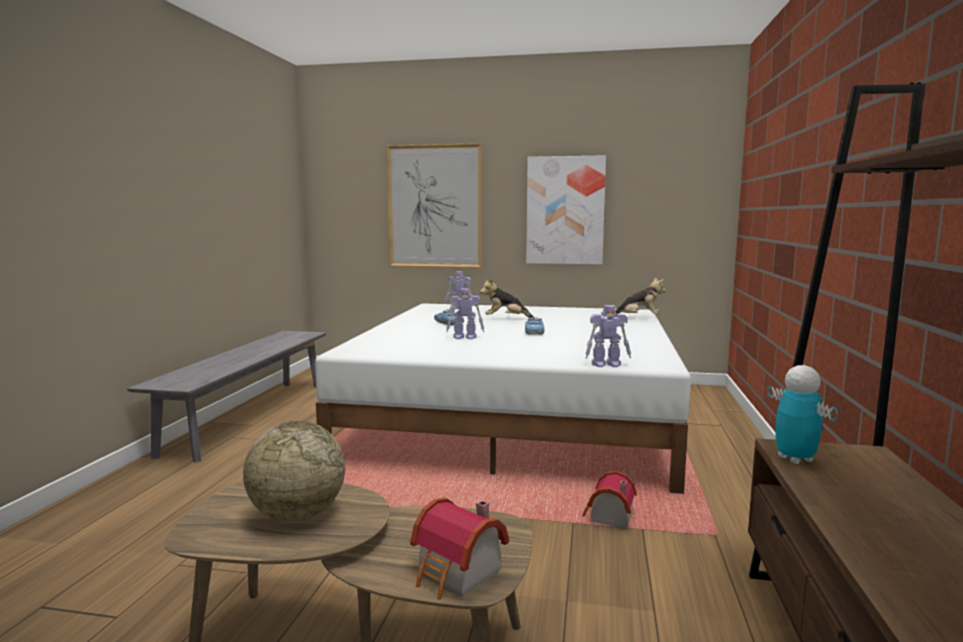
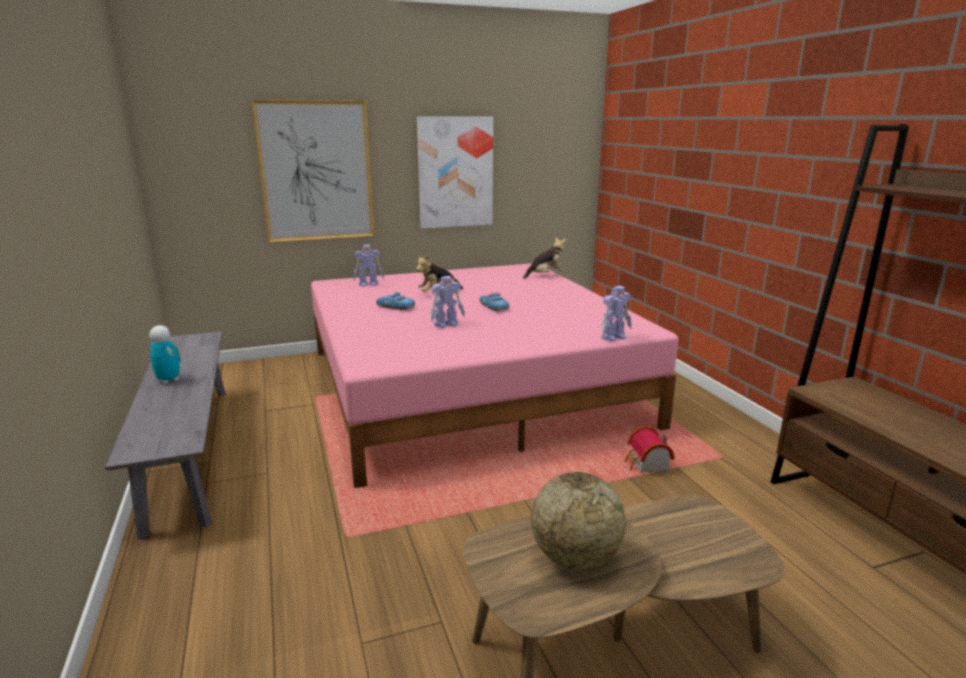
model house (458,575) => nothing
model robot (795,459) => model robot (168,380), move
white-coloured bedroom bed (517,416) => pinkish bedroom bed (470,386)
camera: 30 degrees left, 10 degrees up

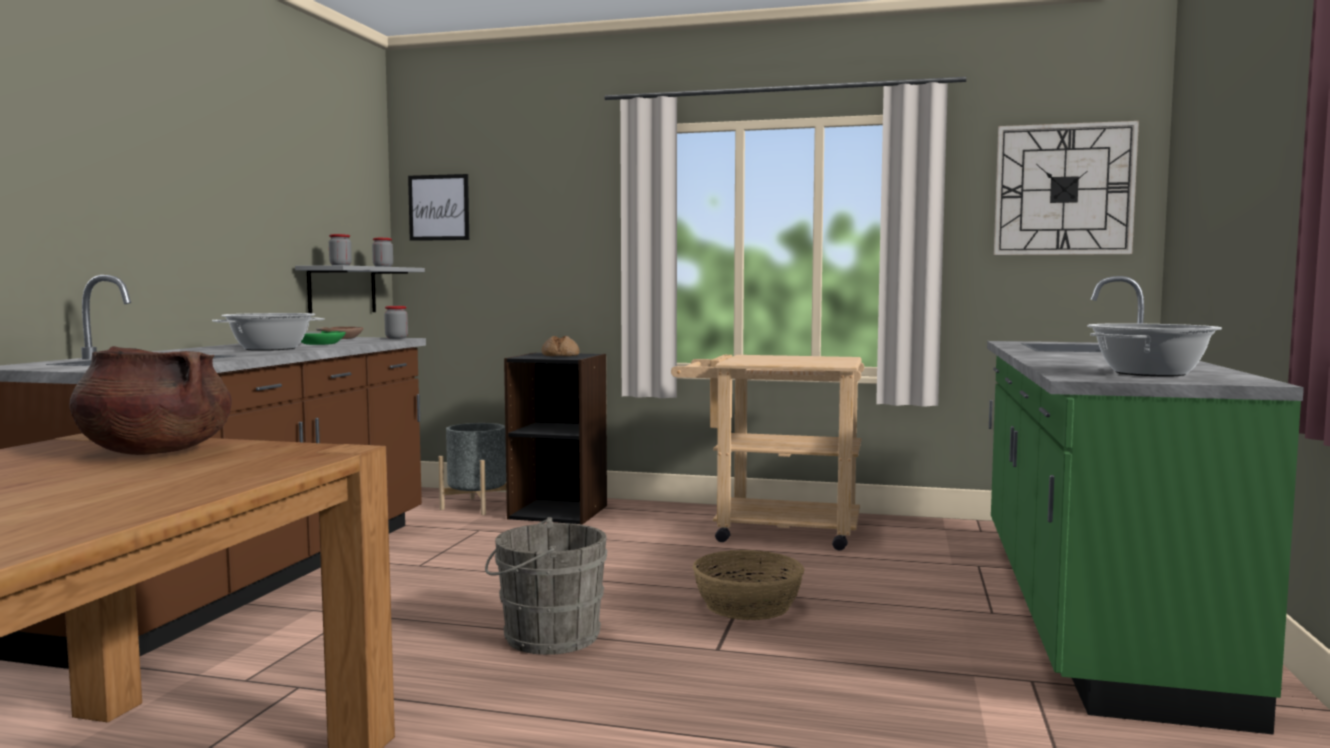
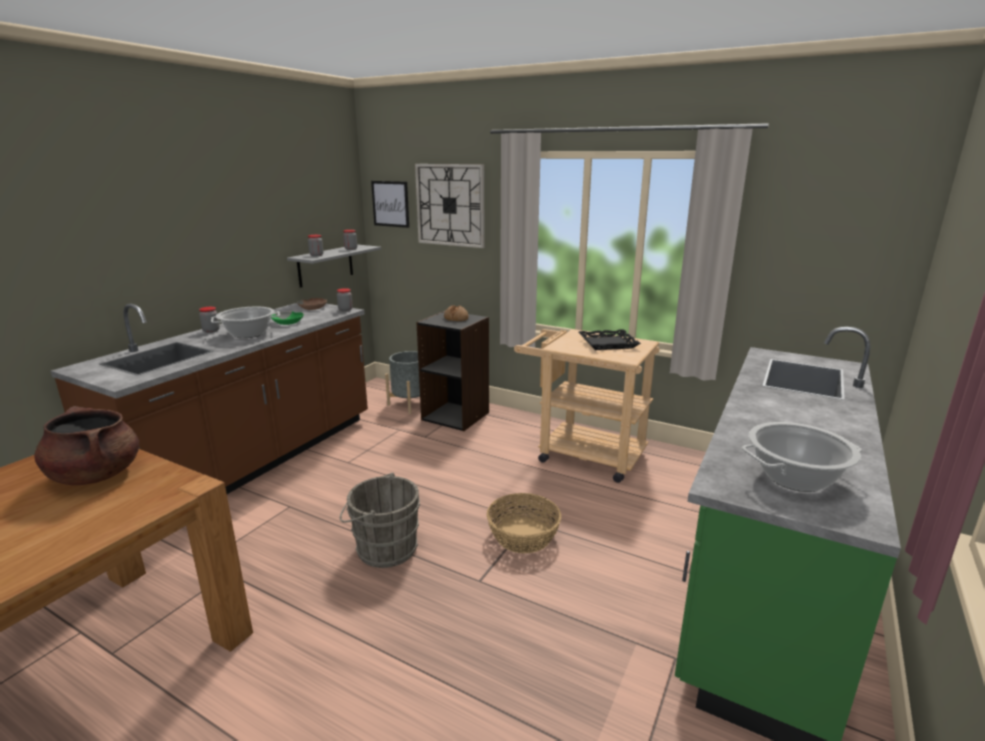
nothing => preserve jar (211,331)
nothing => black serving tray (608,343)
hanging clock (1063,190) => hanging clock (450,205), move
camera: 15 degrees right, 15 degrees up

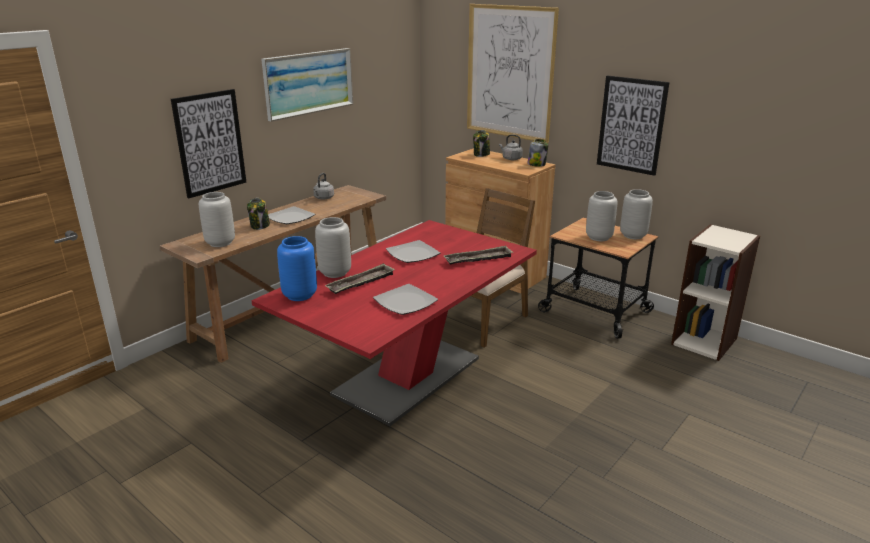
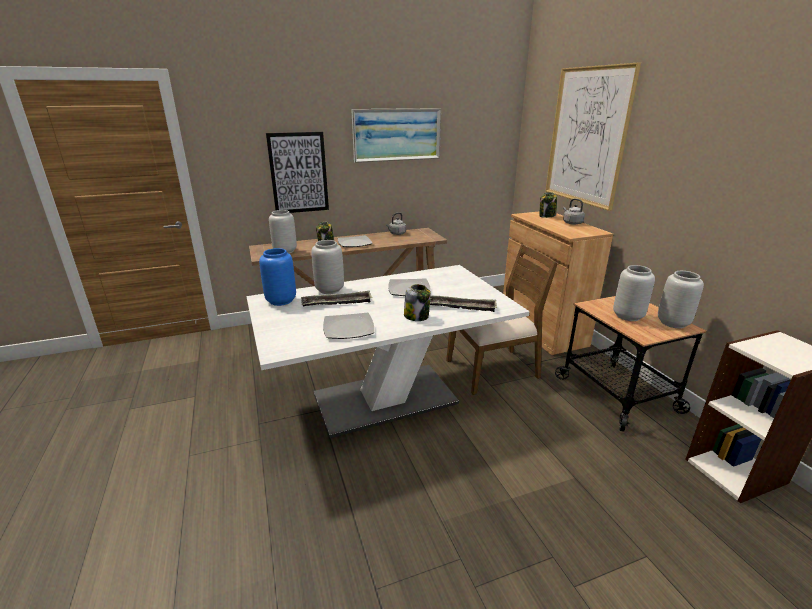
wall picture (631,125) => nothing
preserve jar (536,164) => preserve jar (417,316), move
red-coloured dining table (407,376) => white-coloured dining table (385,398)
camera: 30 degrees right, 0 degrees up

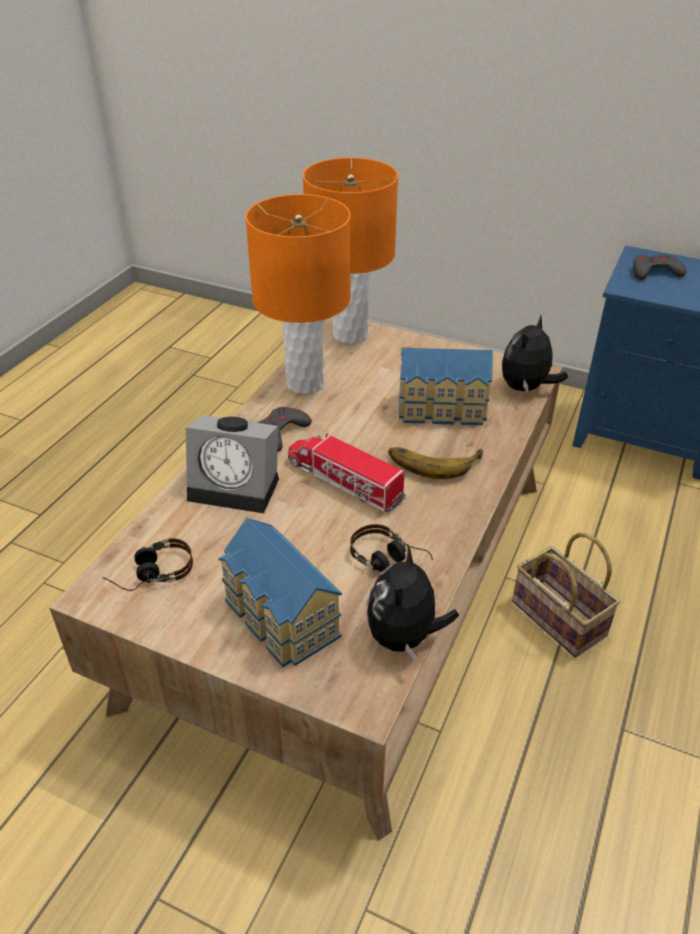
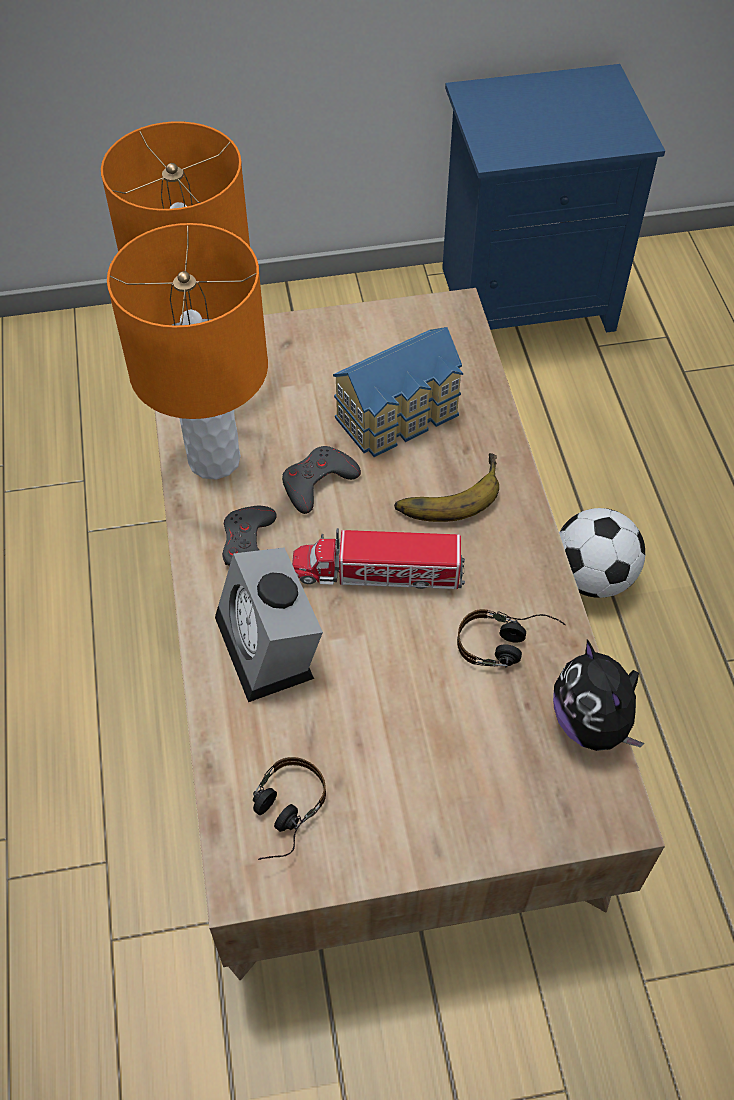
model house (279,618) => nothing
cuddly toy (526,388) => nothing
greyish game controller (655,272) => greyish game controller (317,482), move
basket (555,617) => football (592,577)
alarm clock (238,487) => alarm clock (271,648), 90 degrees clockwise
camera: 35 degrees left, 15 degrees up

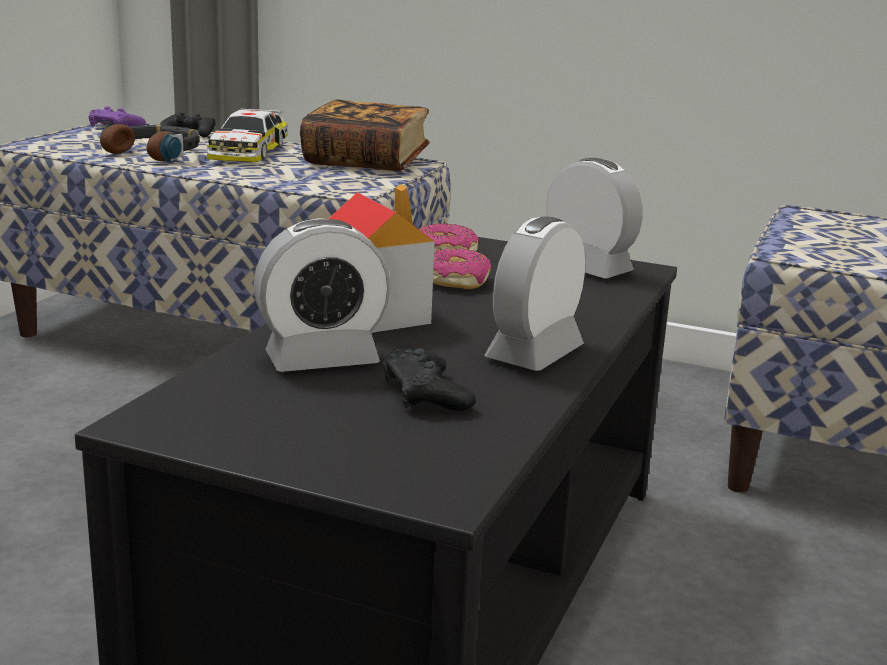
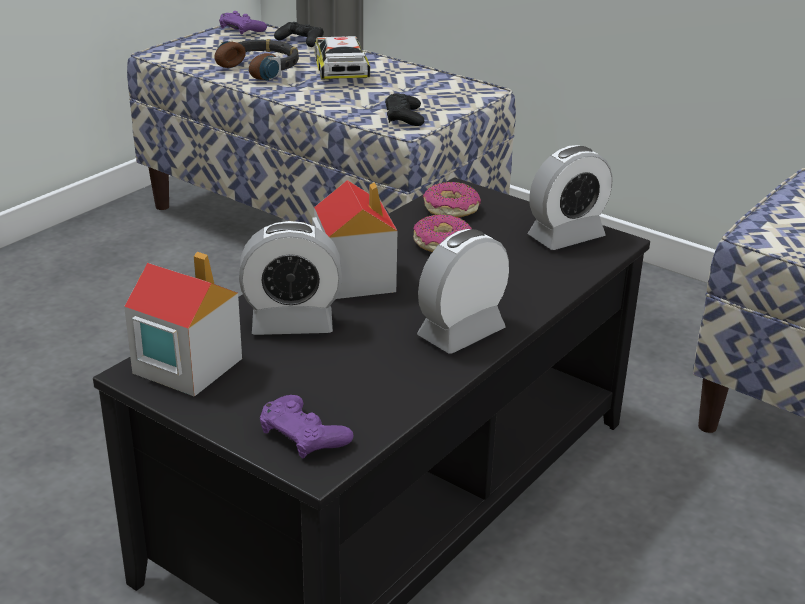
volume (366,162) => nothing
nothing => model house (186,365)
nothing => purple-coloured game controller (303,435)
black game controller (425,394) => black game controller (404,117), move
model car (247,151) => model car (340,68), 150 degrees clockwise
alarm clock (588,268) => alarm clock (566,237), 90 degrees clockwise
camera: 15 degrees right, 10 degrees up

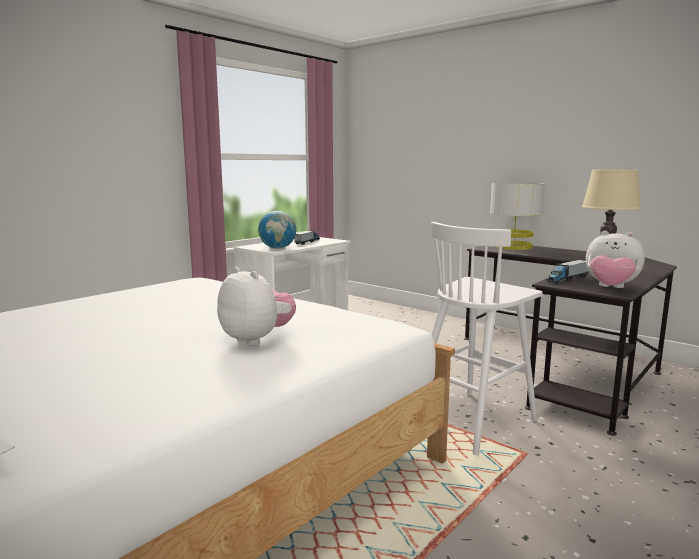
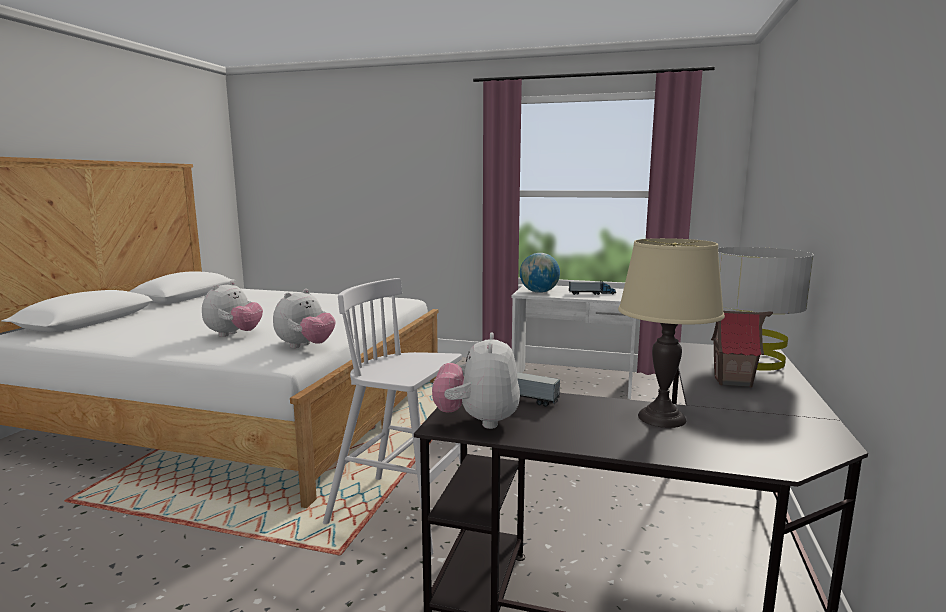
nothing => cuddly toy (305,346)
nothing => model house (733,381)
camera: 65 degrees right, 0 degrees up

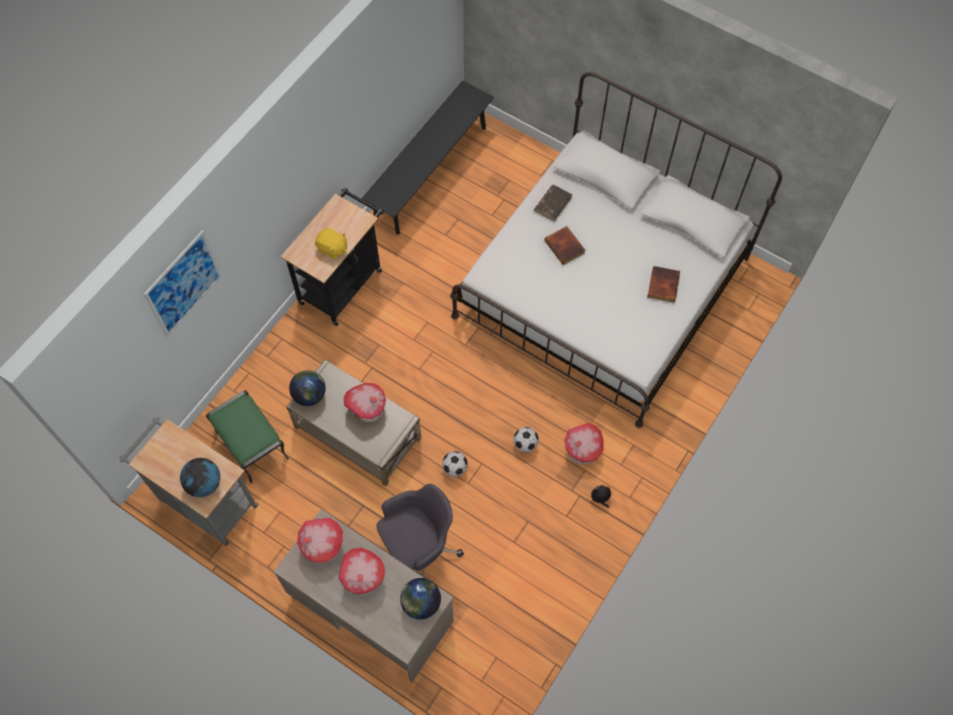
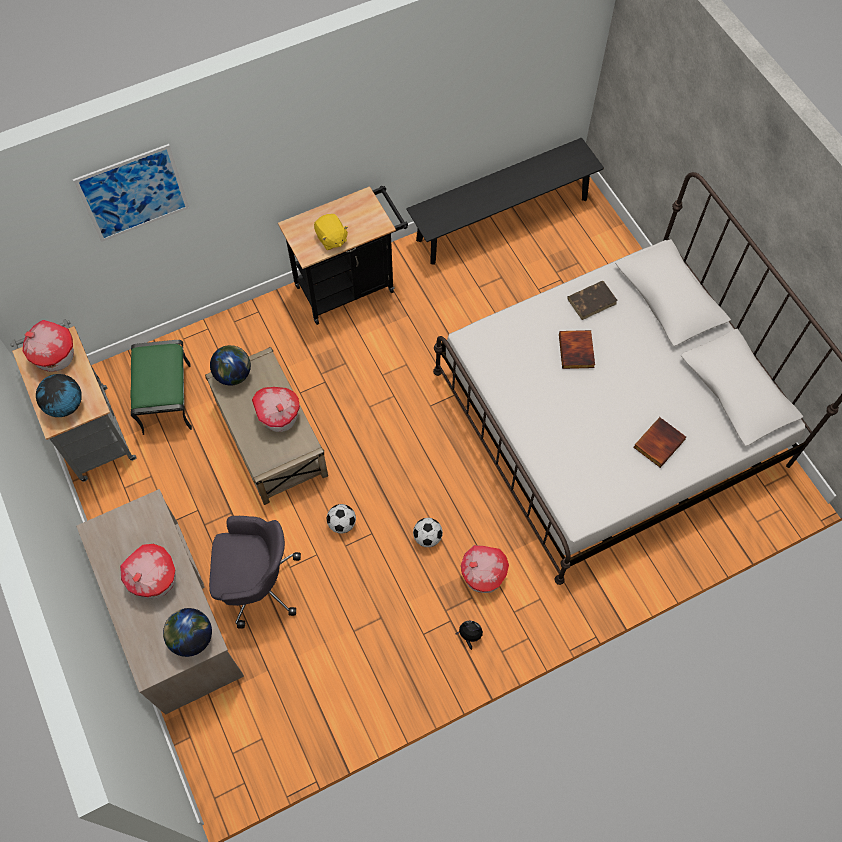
model house (322,547) => model house (54,356), move
camera: 30 degrees right, 0 degrees up

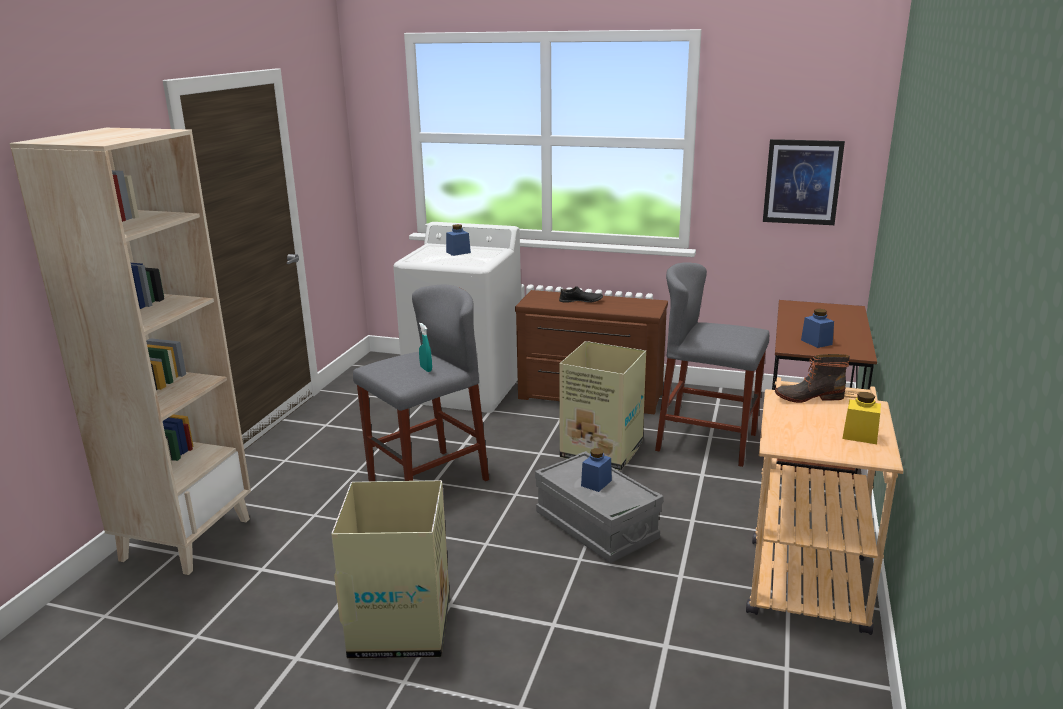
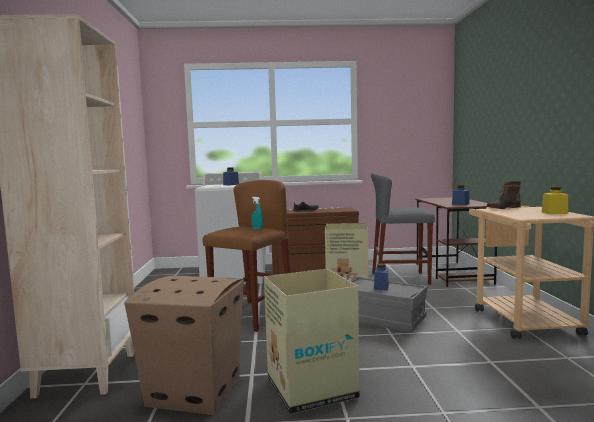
wall picture (802,182) => nothing
nothing => cardboard box (193,390)
greyish sitting stool (428,480) => brownish sitting stool (252,315)
camera: 20 degrees left, 15 degrees down

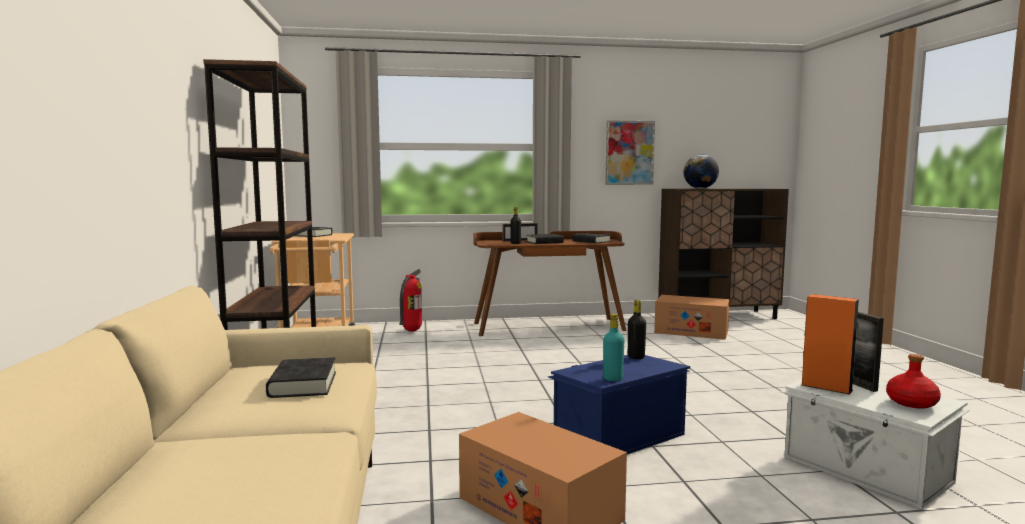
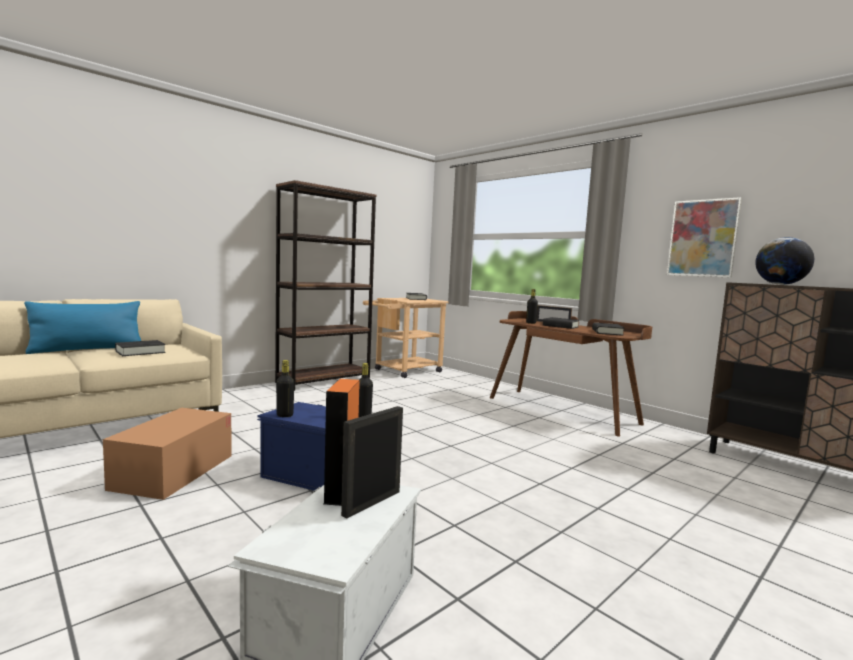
fire extinguisher (411,331) => nothing
cardboard box (691,331) => nothing
red-coloured drink bottle (911,403) => nothing
nothing => bluish pillow (87,349)
blue-green drink bottle (613,378) => black drink bottle (285,415)
camera: 55 degrees right, 0 degrees up

